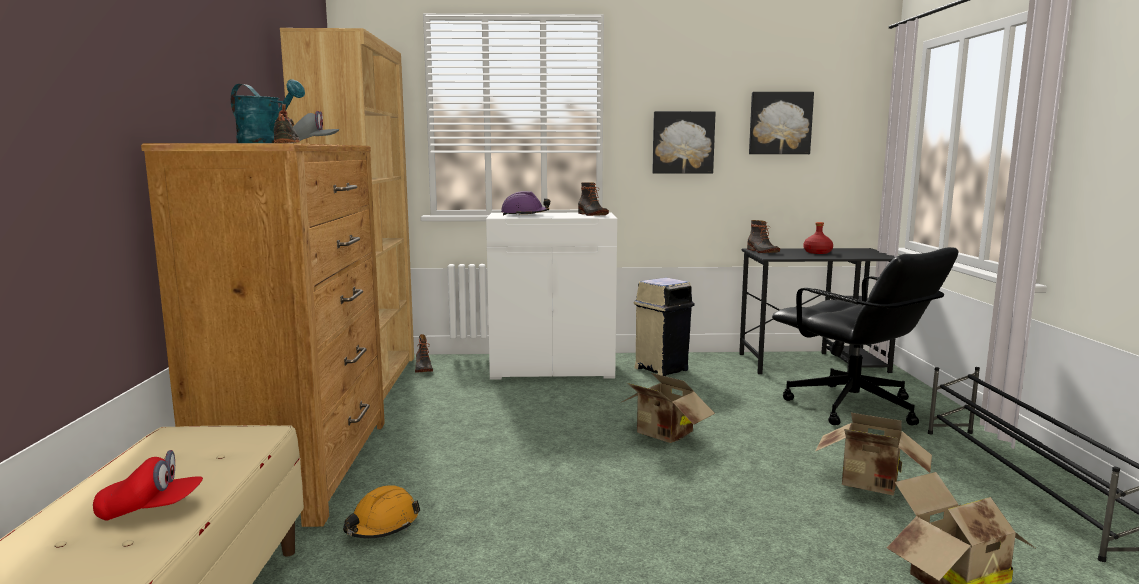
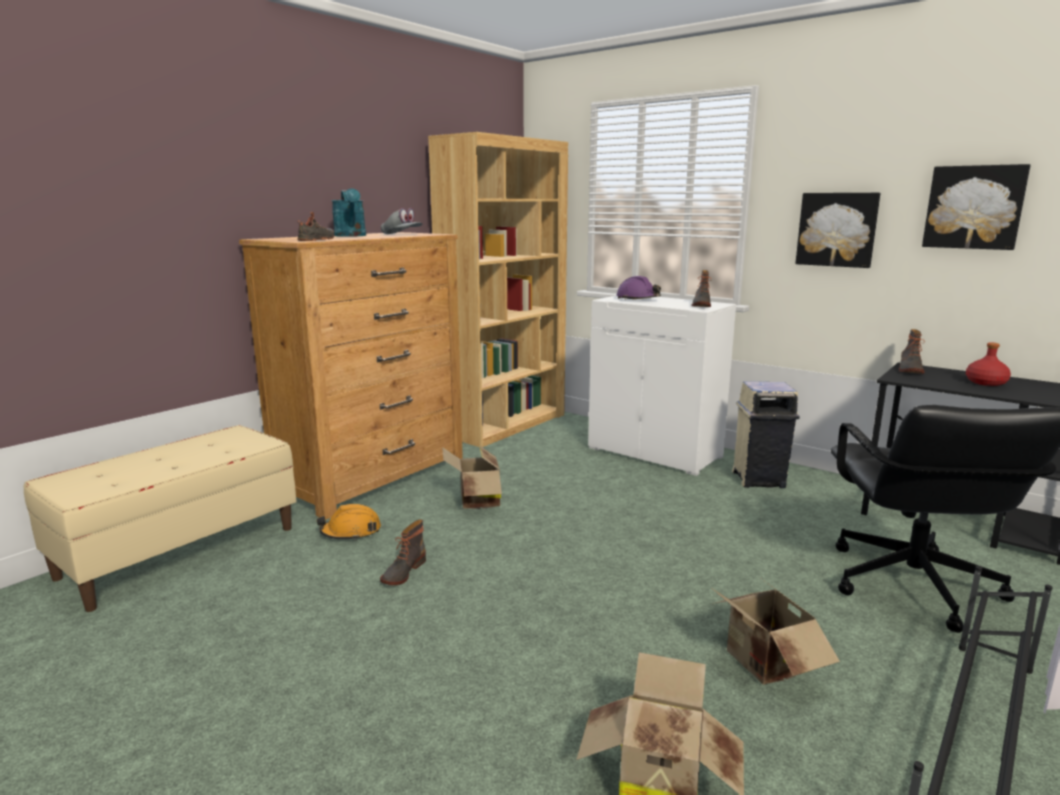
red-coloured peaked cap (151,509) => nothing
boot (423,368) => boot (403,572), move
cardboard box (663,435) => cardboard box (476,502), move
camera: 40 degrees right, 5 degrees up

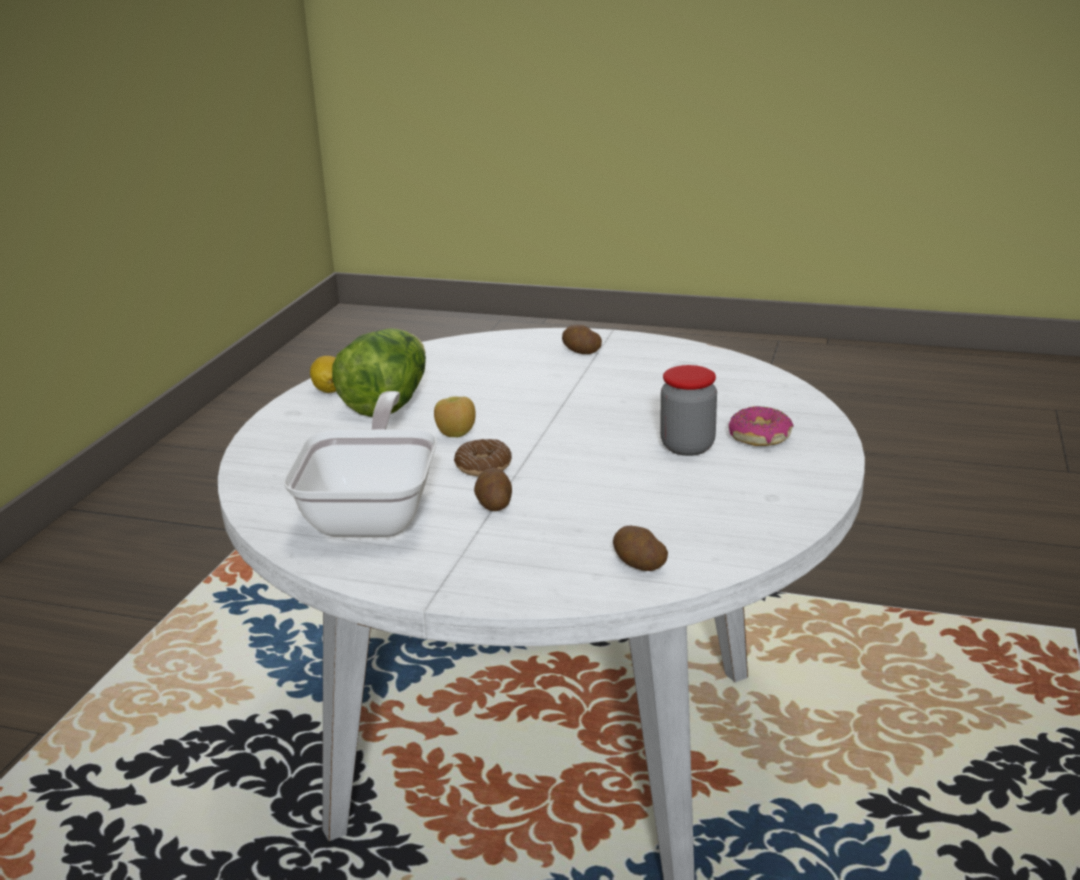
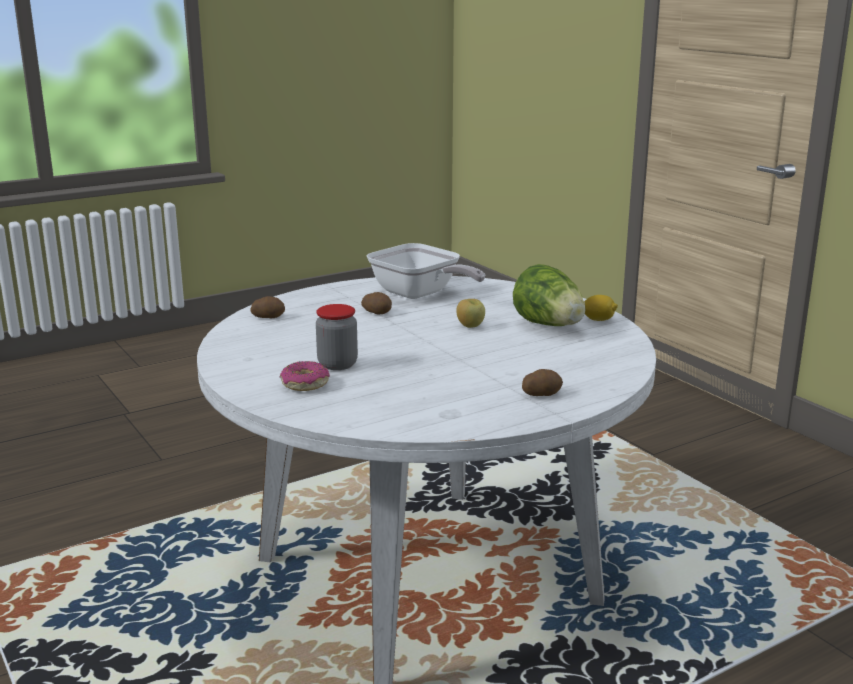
donut (483,466) => nothing
camera: 130 degrees right, 5 degrees down

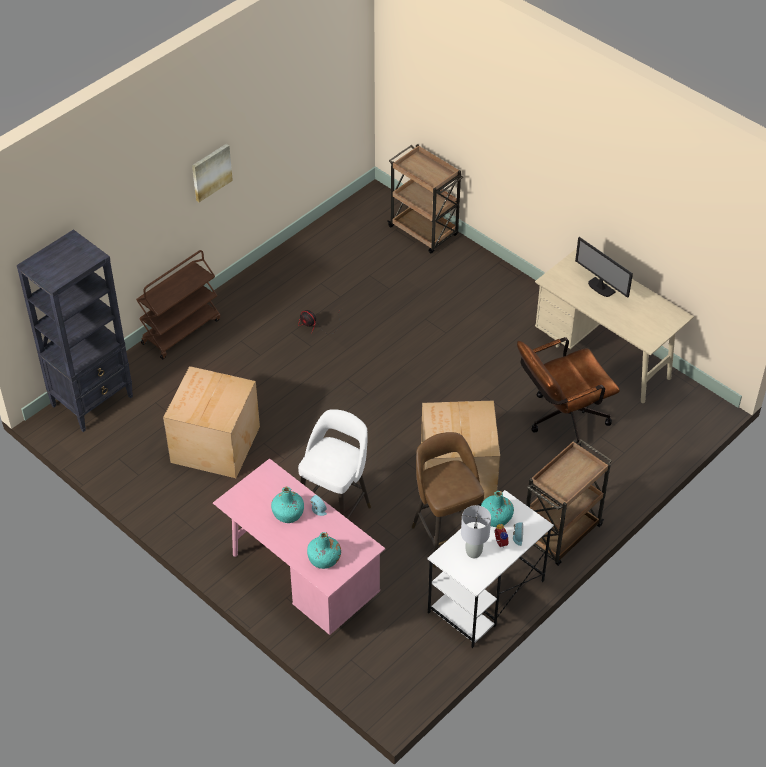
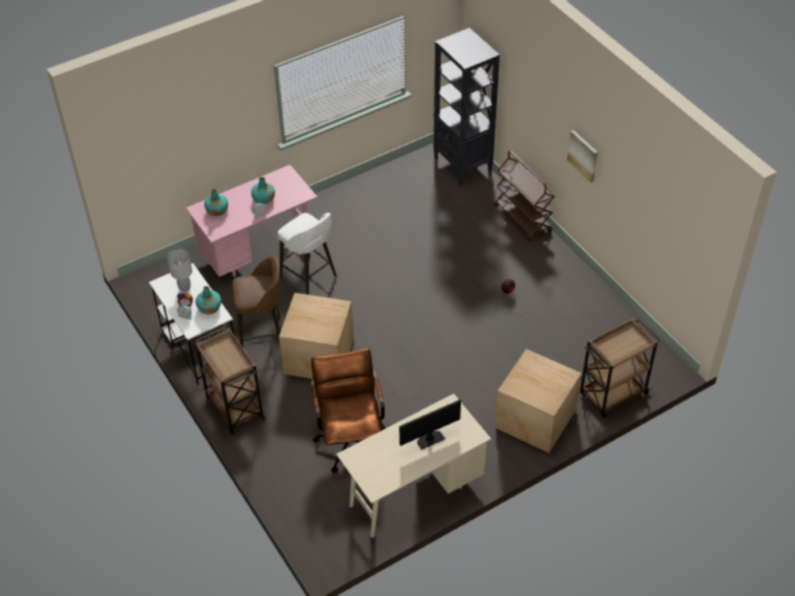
cardboard box (214,445) => cardboard box (534,417), move
camera: 105 degrees right, 0 degrees up

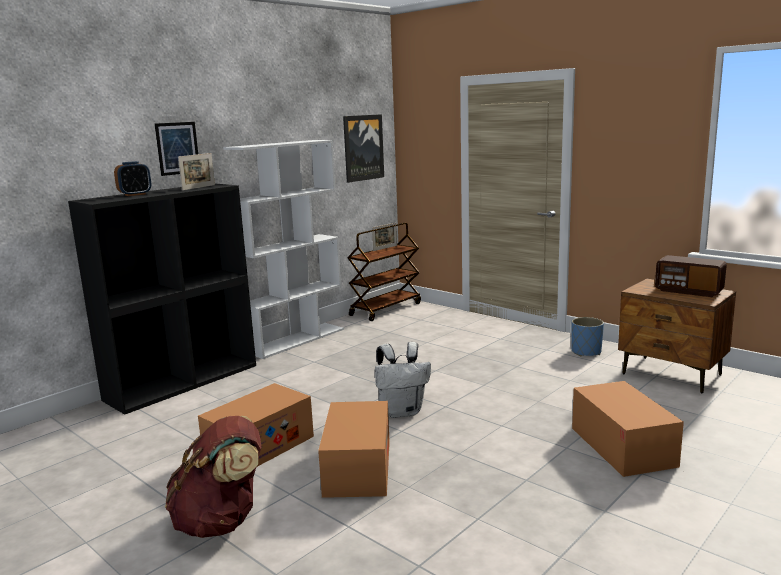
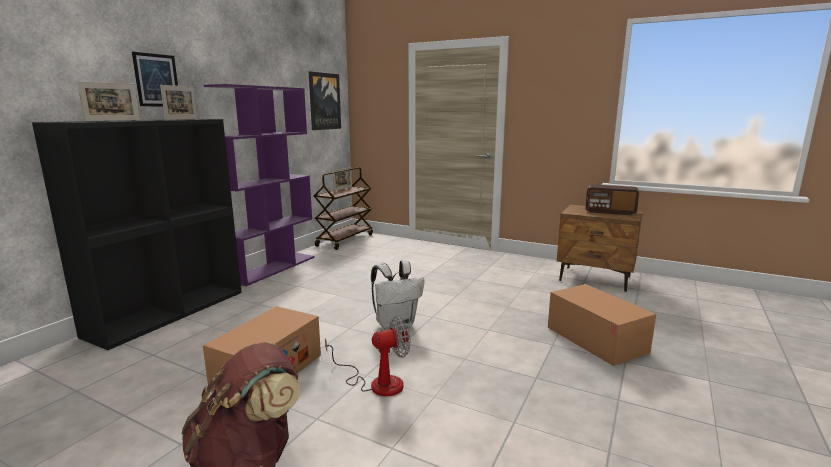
bluish flower pot (586,352) => nothing
alarm clock (135,194) => photo frame (113,120)
cardboard box (358,468) => electric fan (376,382)
white-coloured bookshelf (296,340) => purple-coloured bookshelf (273,268)
camera: 15 degrees left, 0 degrees up

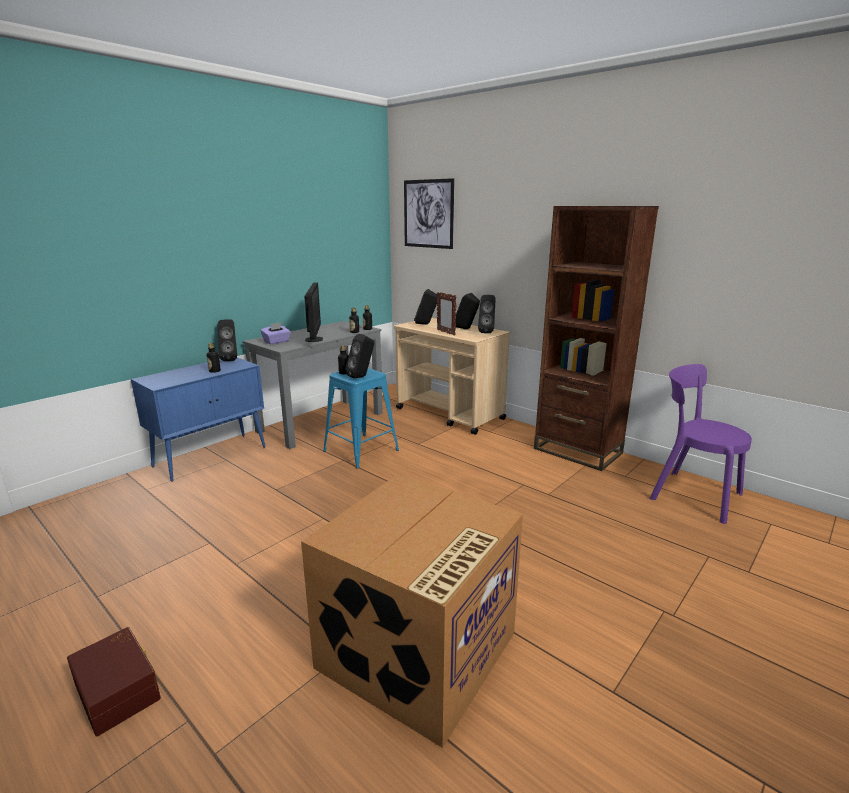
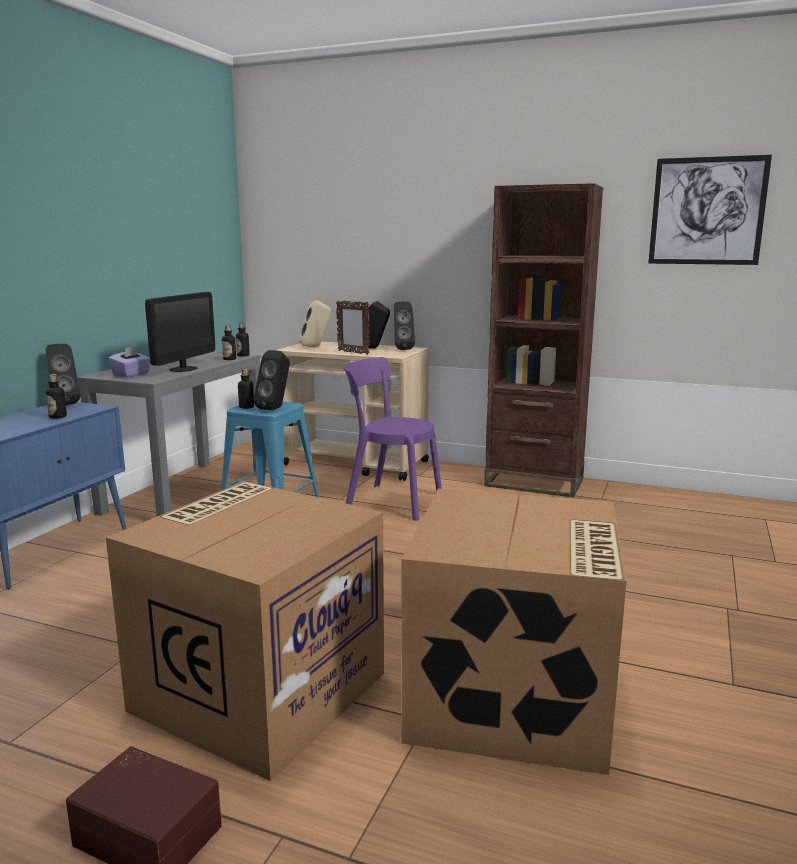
nothing => cardboard box (259,689)
wall picture (428,214) => wall picture (707,211), move
purple-coloured upright chair (691,494) => purple-coloured upright chair (389,501), move
black speaker (426,324) => beige speaker (315,347)
computer display (314,339) => computer display (183,369), 45 degrees clockwise
camera: 20 degrees left, 5 degrees down

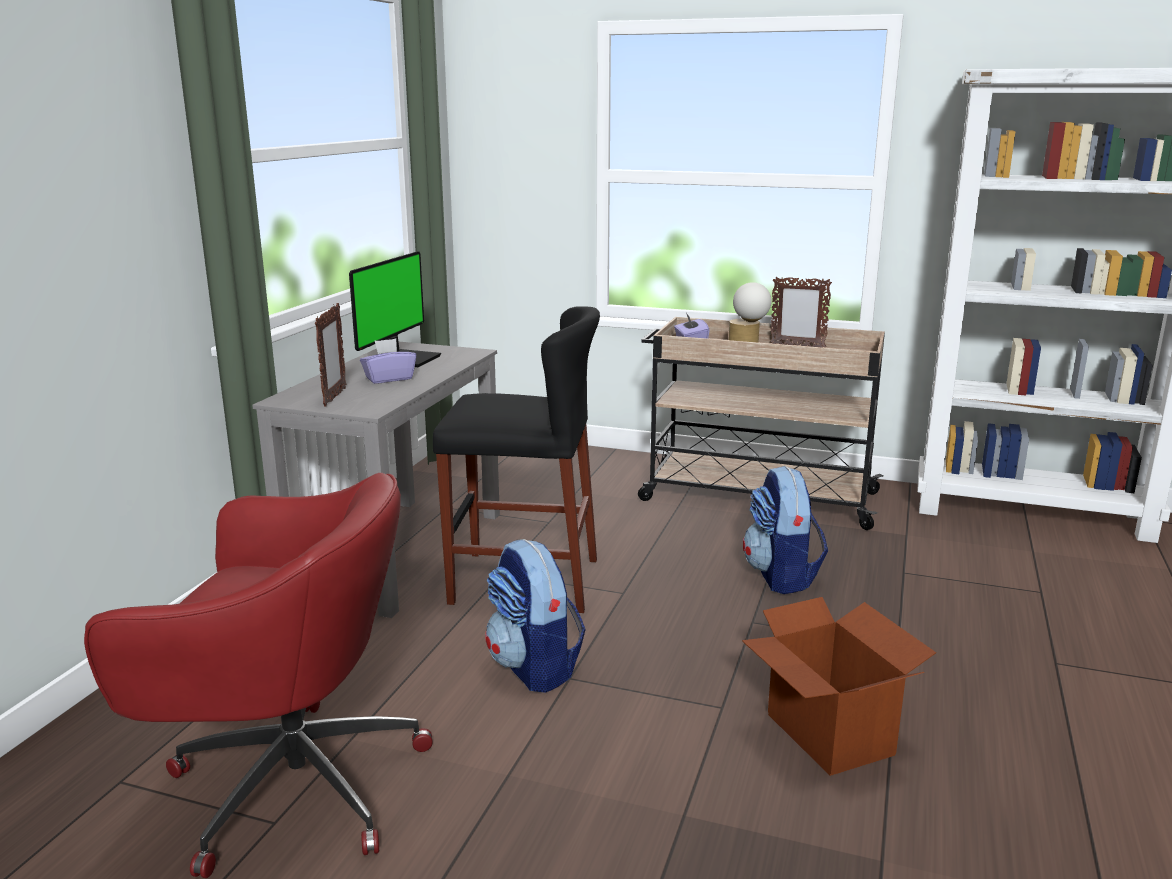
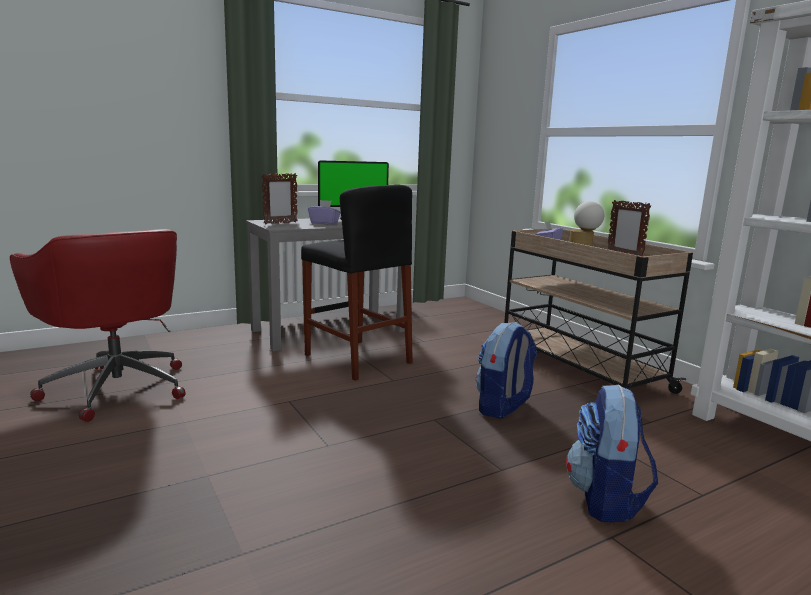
cardboard box (828,735) => nothing
knapsack (534,667) => knapsack (605,499), move
camera: 40 degrees right, 5 degrees down

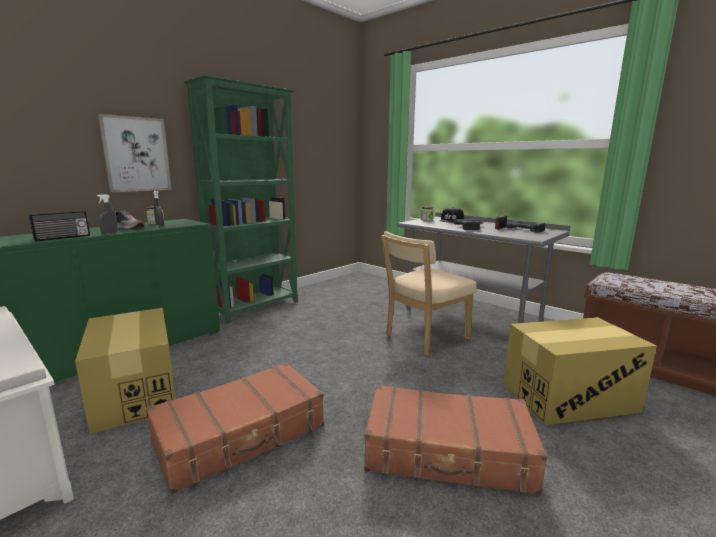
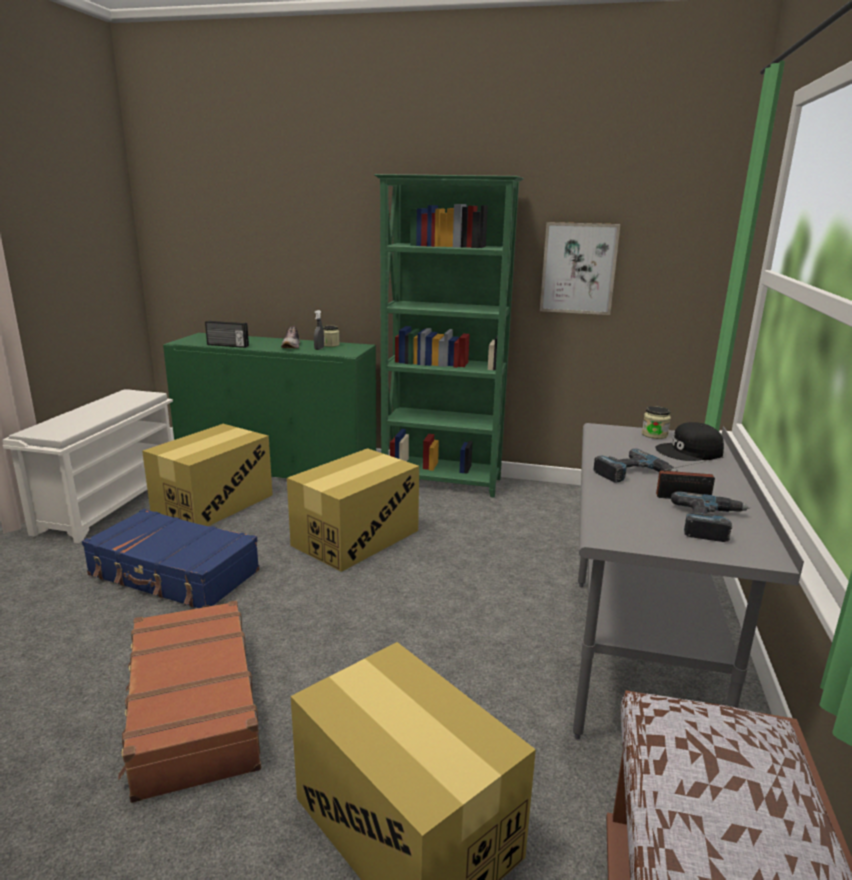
greyish spray bottle (109,233) => nothing
beige upright chair (423,338) => nothing
nothing => cardboard box (356,537)
wall picture (136,154) => wall picture (578,268), move
brownish suitcase (241,435) => bluish suitcase (174,574)
camera: 60 degrees right, 5 degrees up

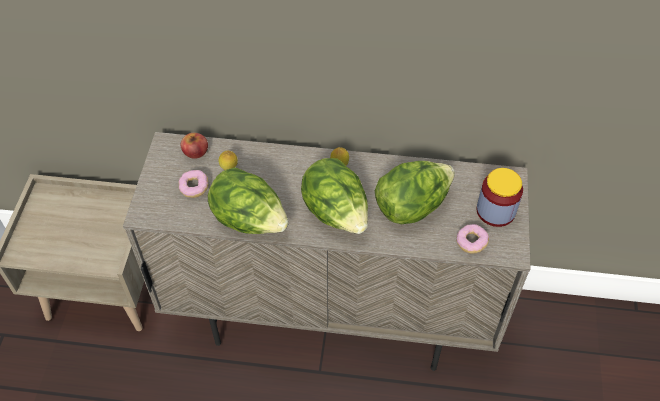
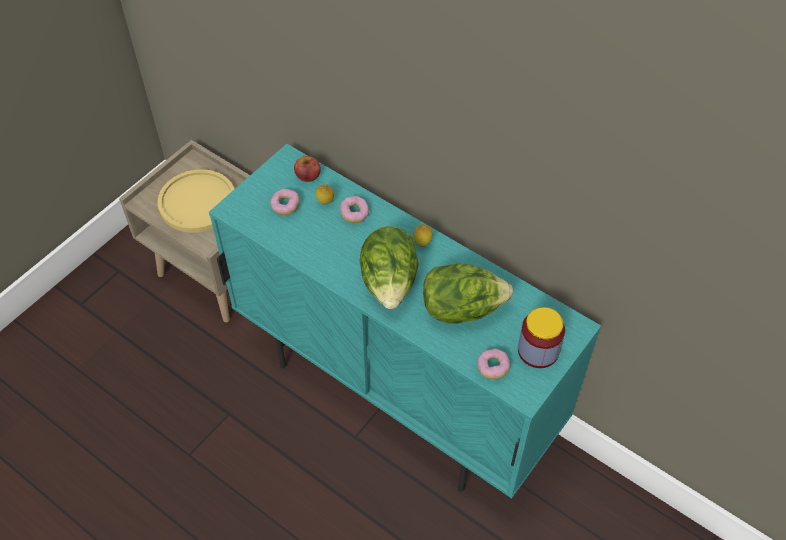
head of lettuce (250,220) => nothing
nothing => yellow-coloured dinner plate (197,202)
nothing => donut (354,214)
beige cupboard (331,318) => blue-green cupboard (396,394)
camera: 30 degrees right, 0 degrees up

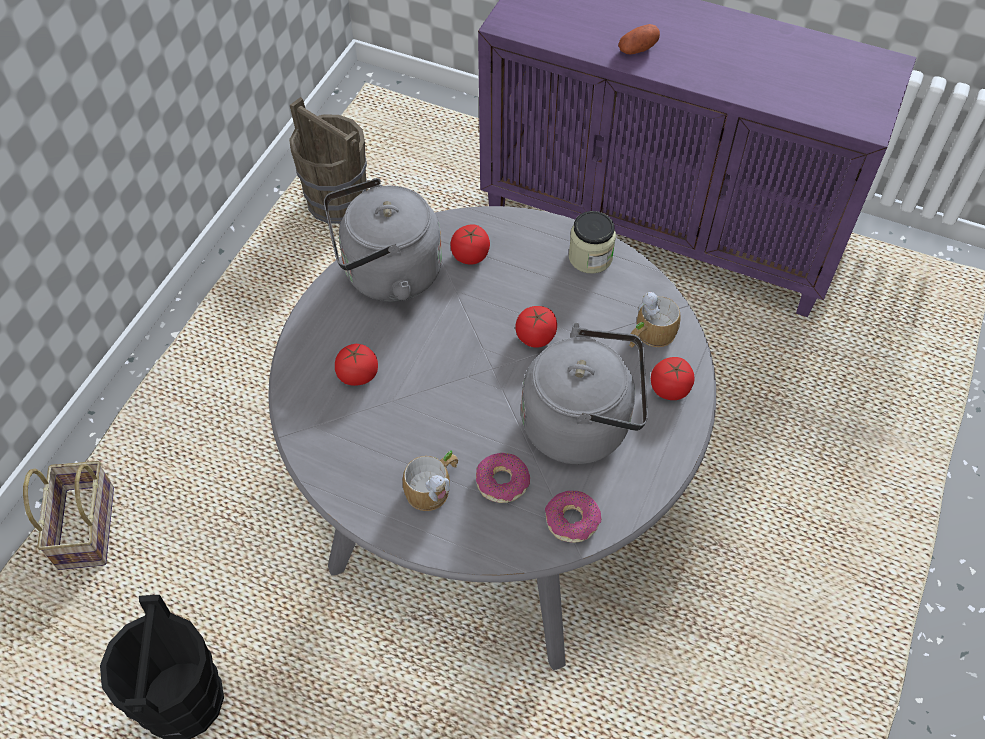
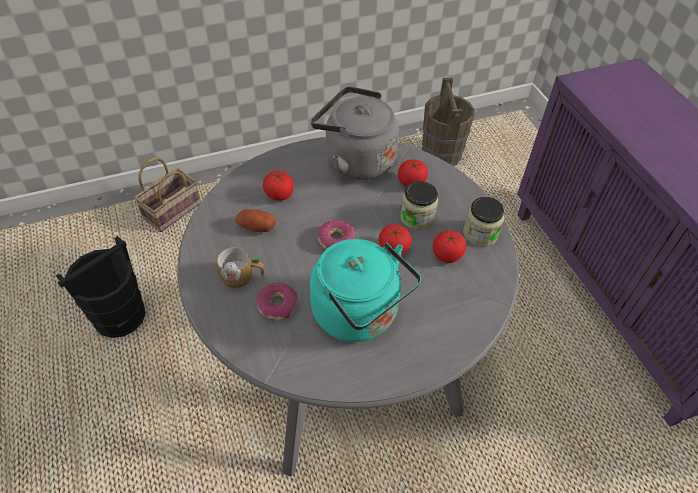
mug (649,335) => nothing
nothing => preserve jar (417,217)
donut (572,520) => donut (336,240), move
spud (637,49) => spud (256,227), move
fresh tomato (670,388) => fresh tomato (447,255), move
greyish tea kettle (582,424) => blue-green tea kettle (359,315)
camera: 45 degrees right, 5 degrees down

